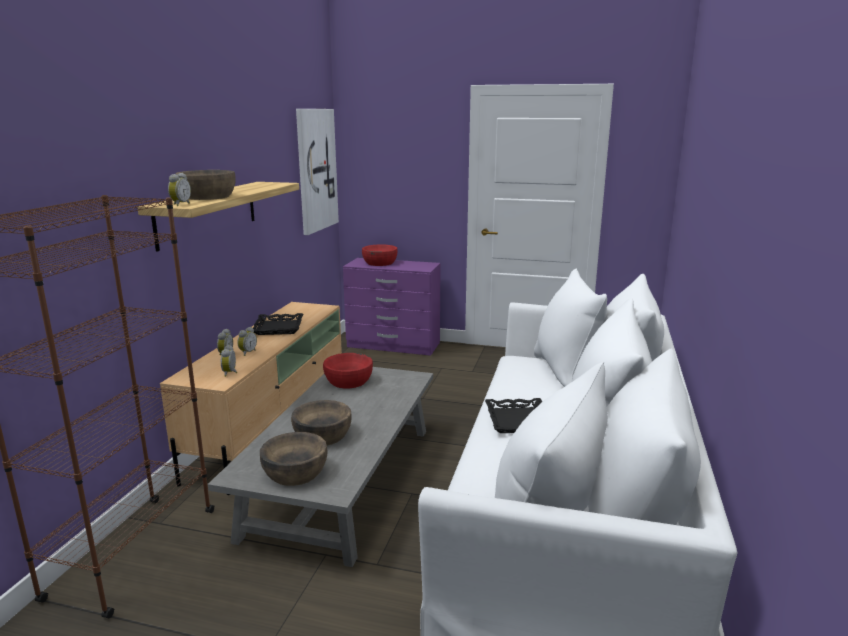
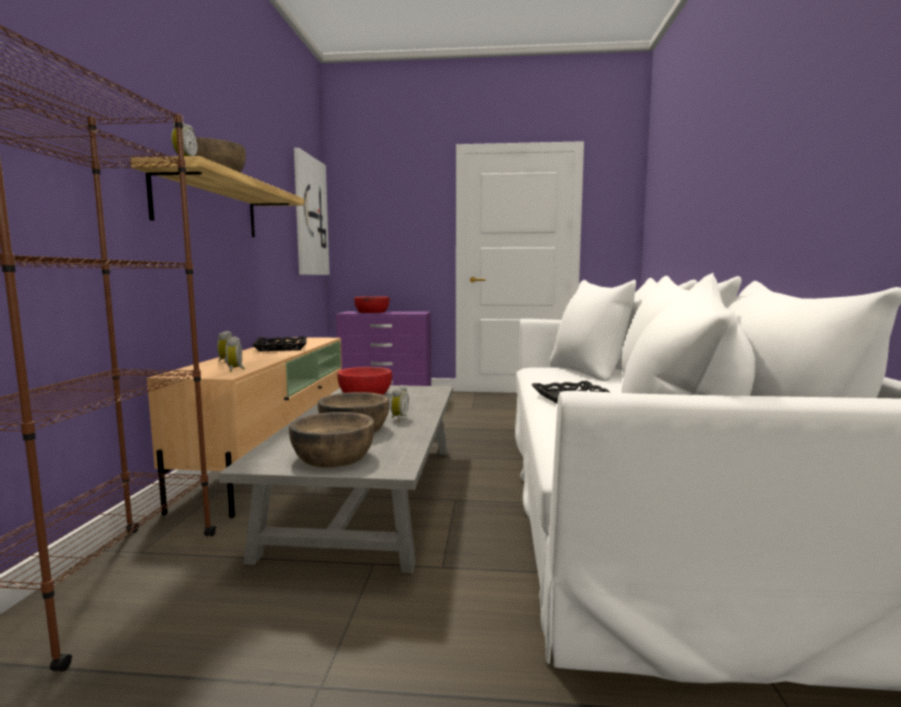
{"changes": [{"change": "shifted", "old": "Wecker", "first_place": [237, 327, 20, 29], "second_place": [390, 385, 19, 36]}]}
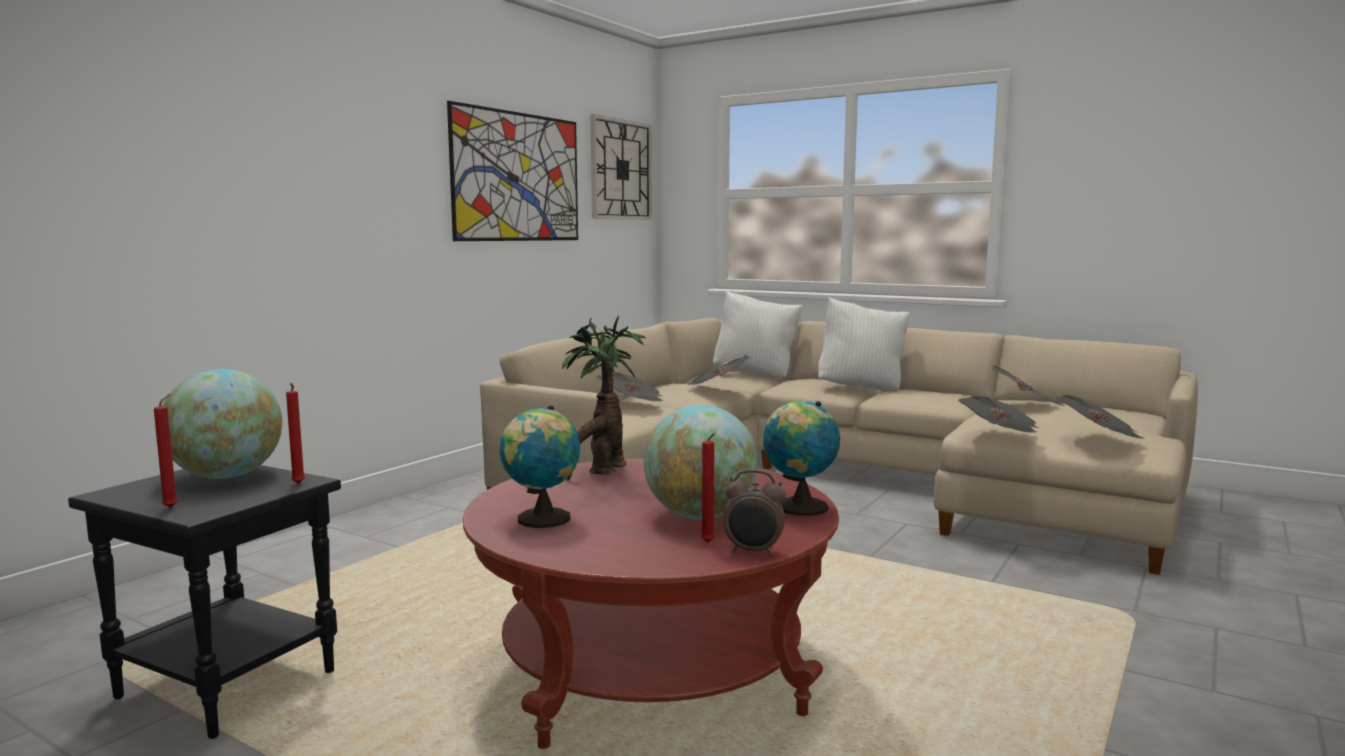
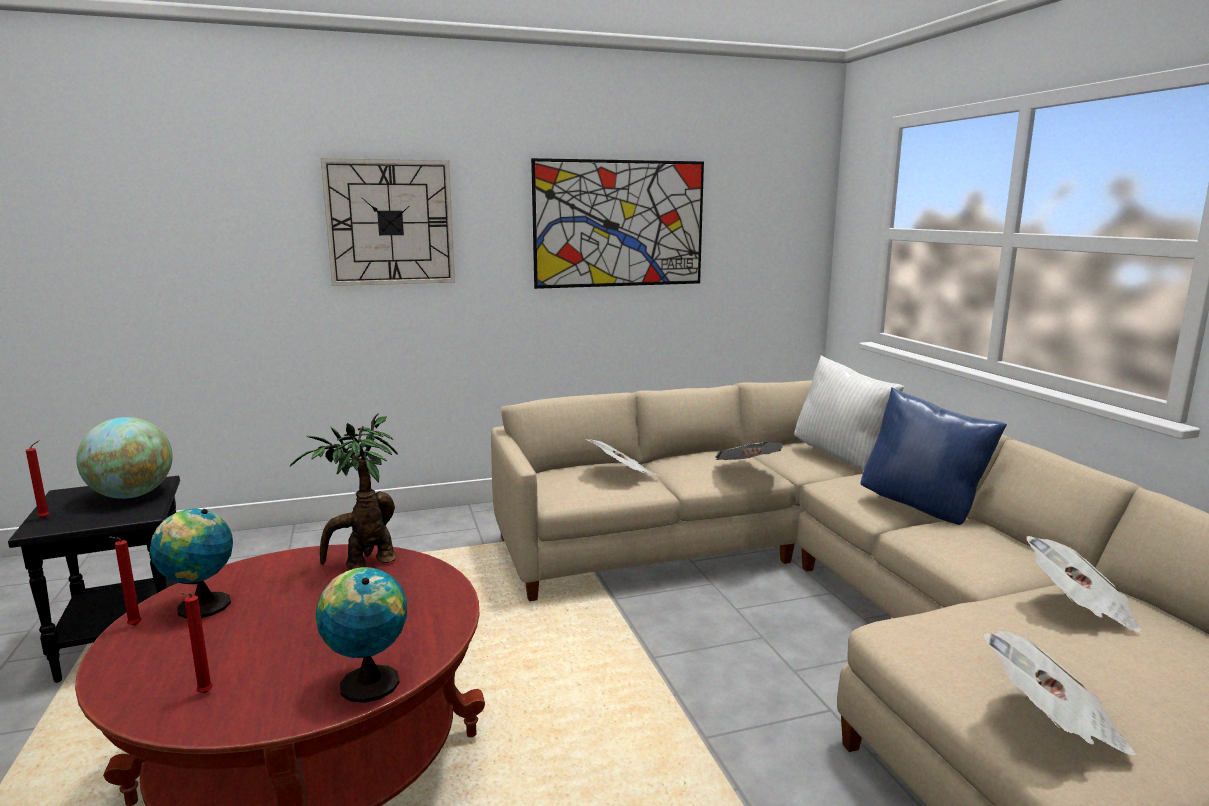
{"changes": [{"change": "shifted", "old": "Wanduhr", "first_place": [590, 114, 62, 106], "second_place": [321, 158, 134, 128]}, {"change": "repainted", "old": "Kissen/weiß", "new": "Kissen/blau", "first_place": [818, 297, 92, 94], "second_place": [860, 387, 147, 138]}, {"change": "shifted", "old": "Kerze/rot", "first_place": [286, 383, 19, 101], "second_place": [109, 537, 33, 89]}, {"change": "gone", "old": "Zeitung", "first_place": [958, 396, 80, 37]}, {"change": "gone", "old": "Globus", "first_place": [644, 405, 114, 115]}, {"change": "gone", "old": "Wecker", "first_place": [723, 469, 63, 87]}]}
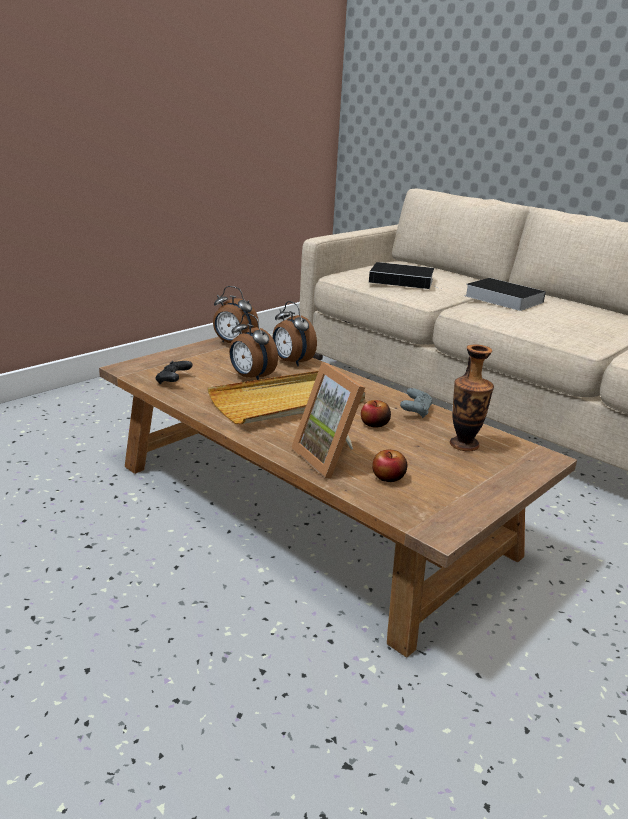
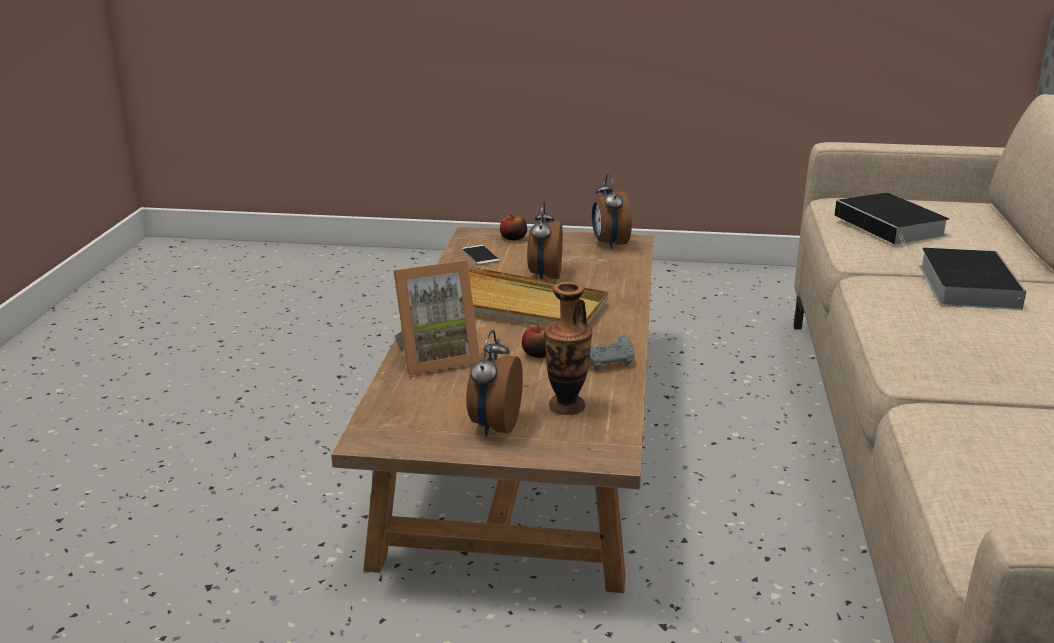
{"changes": [{"change": "shifted", "old": "Wecker", "first_place": [272, 301, 45, 65], "second_place": [466, 330, 57, 106]}, {"change": "swapped", "old": "Gamepad/schwarz", "new": "Handy", "first_place": [156, 361, 36, 23], "second_place": [461, 245, 39, 20]}, {"change": "rotated", "old": "Bilderrahmen", "first_place": [291, 362, 74, 116], "second_place": [394, 260, 86, 115], "degrees": -135}, {"change": "shifted", "old": "Apfel", "first_place": [372, 450, 35, 32], "second_place": [500, 215, 27, 25]}]}
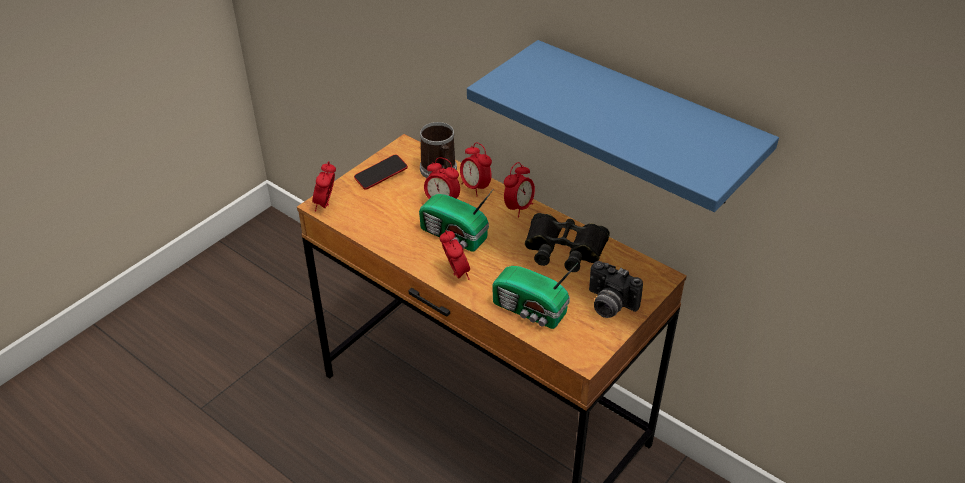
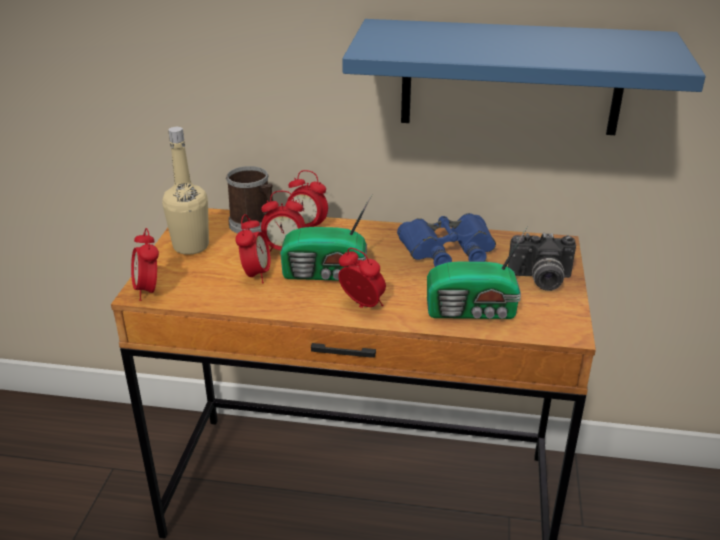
{"changes": [{"change": "swapped", "old": "Handy", "new": "Flasche/beige", "first_place": [354, 154, 54, 36], "second_place": [162, 127, 47, 128]}, {"change": "shifted", "old": "Wecker", "first_place": [504, 162, 31, 55], "second_place": [235, 214, 35, 69]}, {"change": "repainted", "old": "Fernglas/schwarz", "new": "Fernglas/blau", "first_place": [525, 213, 85, 59], "second_place": [397, 213, 99, 54]}]}
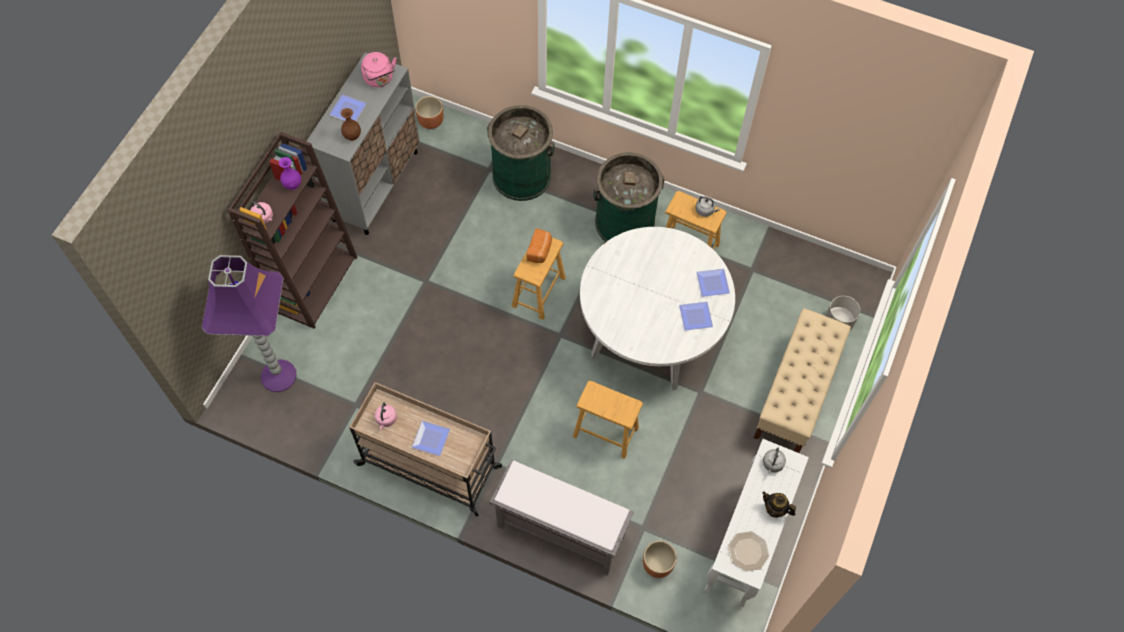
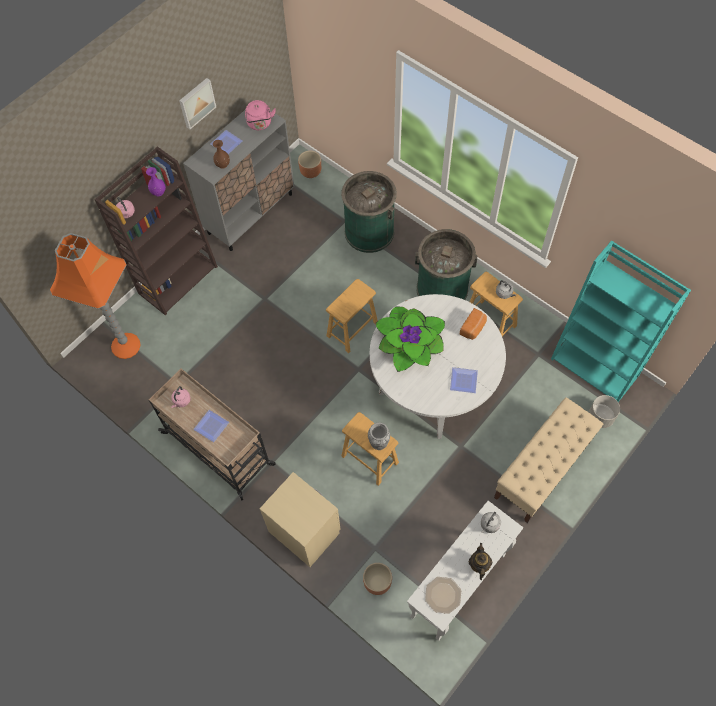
{"changes": [{"change": "shifted", "old": "Brot", "first_place": [526, 228, 26, 35], "second_place": [460, 308, 27, 32]}, {"change": "repainted", "old": "Stehlampe/lila", "new": "Stehlampe/orange", "first_place": [202, 255, 95, 137], "second_place": [50, 233, 91, 126]}, {"change": "gone", "old": "Teller", "first_place": [696, 269, 34, 28]}, {"change": "swapped", "old": "Bank/grau", "new": "Nachttisch/beige", "first_place": [490, 460, 144, 115], "second_place": [260, 472, 80, 95]}, {"change": "rotated", "old": "Teekanne", "first_place": [762, 491, 34, 27], "second_place": [468, 543, 24, 37], "degrees": 45}, {"change": "new", "new": "Bild", "second_place": [179, 78, 37, 51]}, {"change": "new", "new": "Bücherregal/türkis", "second_place": [551, 240, 140, 162]}, {"change": "new", "new": "Topfpflanze", "second_place": [376, 306, 69, 66]}, {"change": "new", "new": "Vase", "second_place": [368, 423, 22, 27]}]}
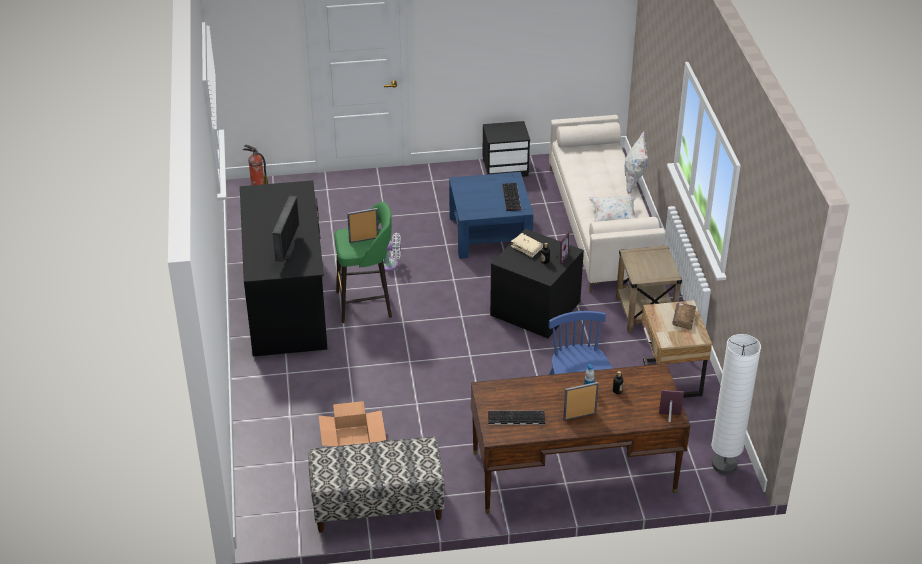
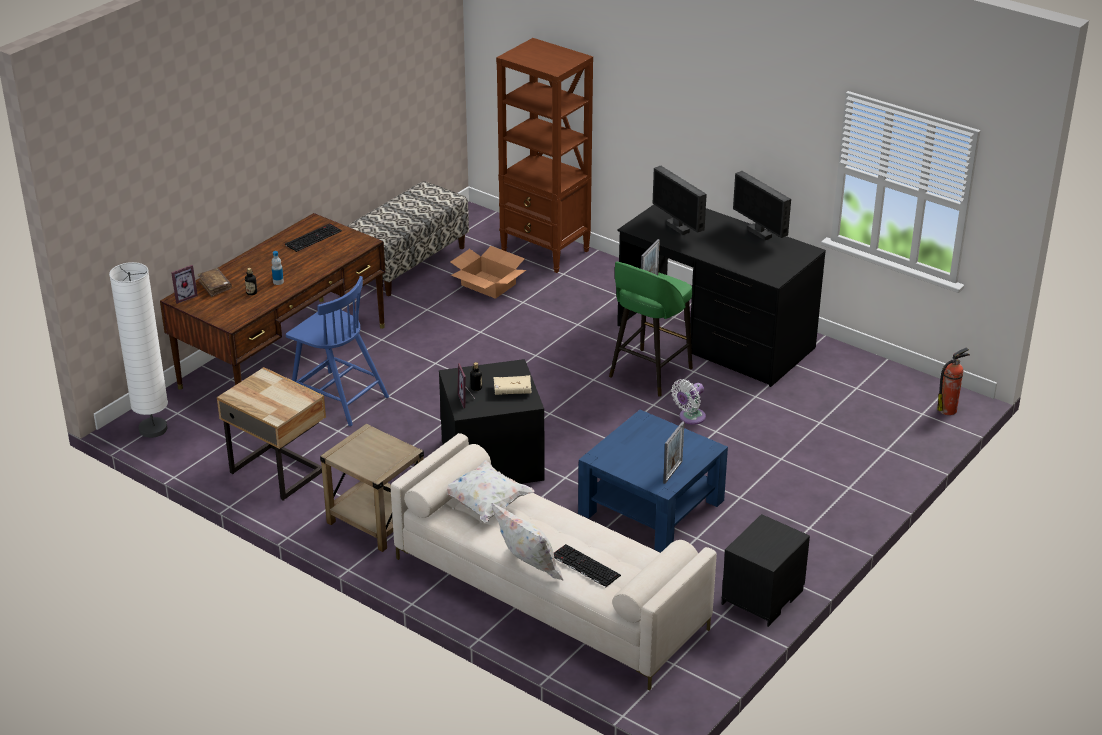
{"changes": [{"change": "shifted", "old": "Tastatur", "first_place": [502, 183, 19, 28], "second_place": [554, 544, 67, 43]}, {"change": "shifted", "old": "Buch/braun", "first_place": [672, 303, 24, 27], "second_place": [197, 268, 35, 29]}, {"change": "shifted", "old": "Bilderrahmen", "first_place": [563, 382, 36, 39], "second_place": [663, 421, 21, 63]}, {"change": "new", "new": "Bücherregal/braun", "second_place": [496, 38, 97, 235]}, {"change": "new", "new": "Monitor", "second_place": [733, 171, 58, 69]}]}
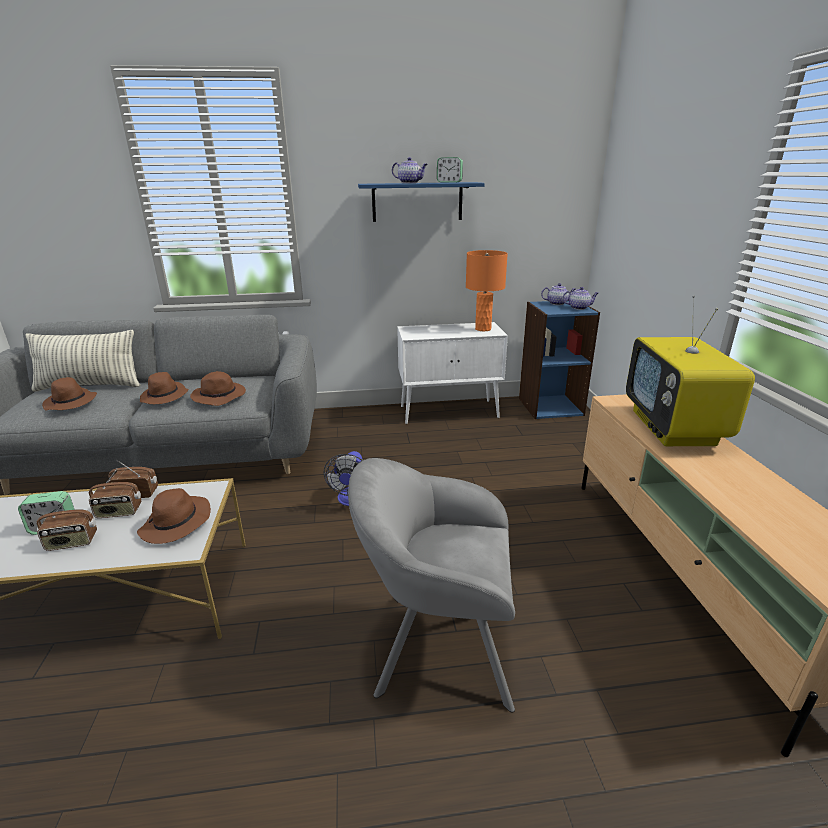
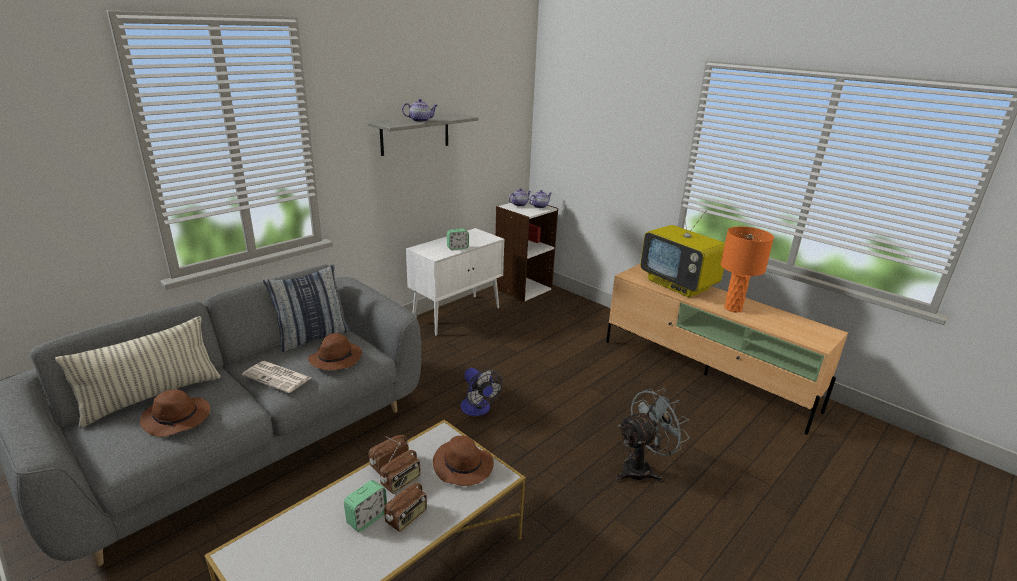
{"changes": [{"change": "shifted", "old": "Wecker", "first_place": [437, 157, 26, 26], "second_place": [447, 228, 22, 22]}, {"change": "repainted", "old": "Wandregal/blau", "new": "Wandregal/grau", "first_place": [358, 182, 127, 40], "second_place": [368, 113, 111, 43]}, {"change": "shifted", "old": "Tischlampe/orange", "first_place": [466, 250, 42, 81], "second_place": [721, 226, 53, 87]}, {"change": "repainted", "old": "Bücherregal/blau", "new": "Bücherregal/weiß", "first_place": [519, 301, 81, 118], "second_place": [495, 200, 63, 102]}, {"change": "swapped", "old": "Hut/braun", "new": "Zeitung", "first_place": [140, 372, 49, 32], "second_place": [242, 361, 69, 32]}, {"change": "swapped", "old": "Sessel/grau", "new": "Ventilator/grau", "first_place": [348, 458, 167, 255], "second_place": [616, 388, 74, 94]}, {"change": "new", "new": "Kissen", "second_place": [263, 264, 87, 88]}]}
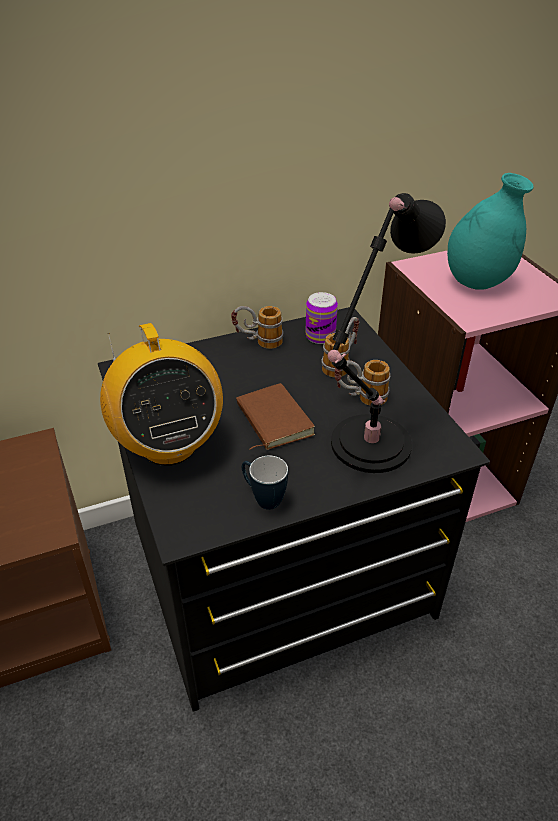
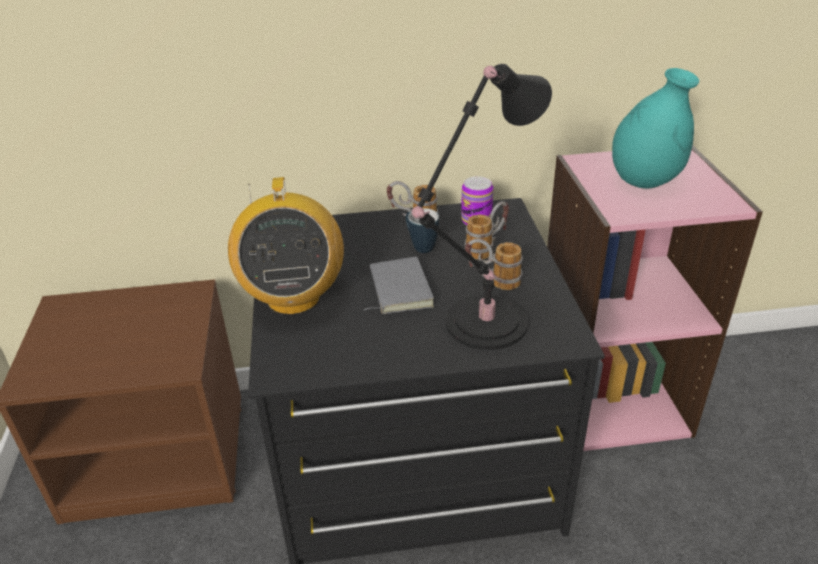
{"changes": [{"change": "repainted", "old": "Buch/braun", "new": "Buch/grau", "first_place": [236, 383, 79, 67], "second_place": [364, 257, 70, 57]}, {"change": "shifted", "old": "Henkelbecher", "first_place": [242, 455, 46, 55], "second_place": [406, 208, 33, 45]}]}
